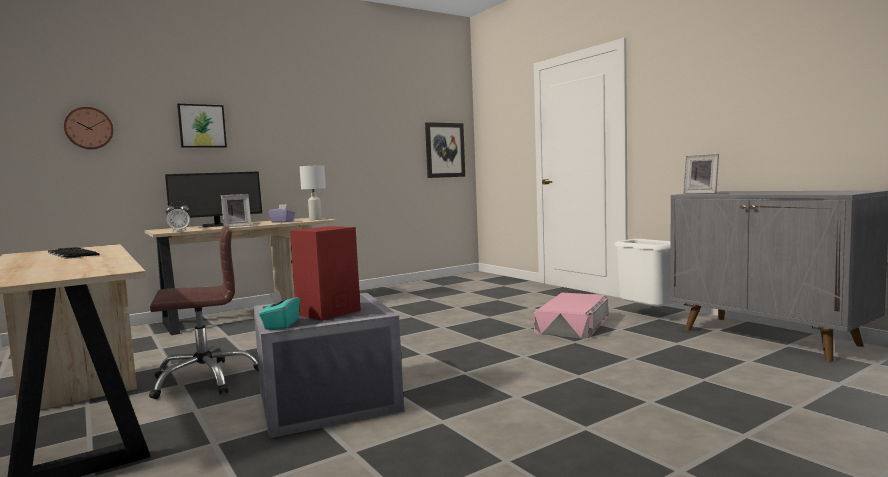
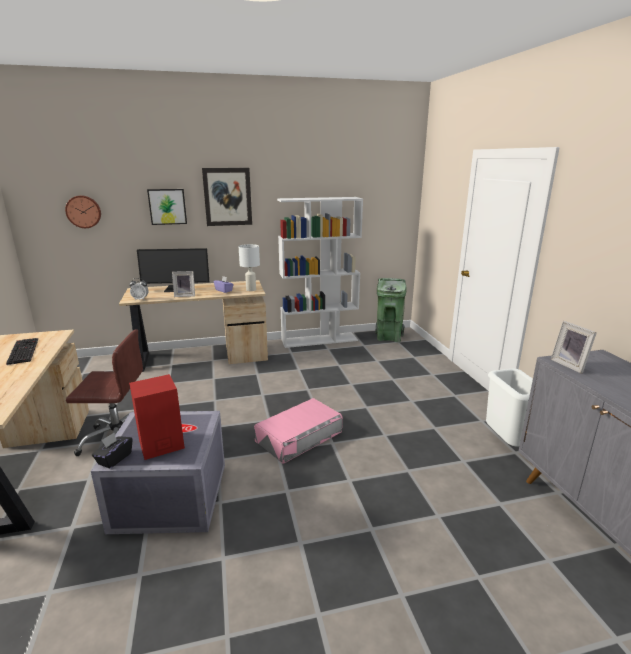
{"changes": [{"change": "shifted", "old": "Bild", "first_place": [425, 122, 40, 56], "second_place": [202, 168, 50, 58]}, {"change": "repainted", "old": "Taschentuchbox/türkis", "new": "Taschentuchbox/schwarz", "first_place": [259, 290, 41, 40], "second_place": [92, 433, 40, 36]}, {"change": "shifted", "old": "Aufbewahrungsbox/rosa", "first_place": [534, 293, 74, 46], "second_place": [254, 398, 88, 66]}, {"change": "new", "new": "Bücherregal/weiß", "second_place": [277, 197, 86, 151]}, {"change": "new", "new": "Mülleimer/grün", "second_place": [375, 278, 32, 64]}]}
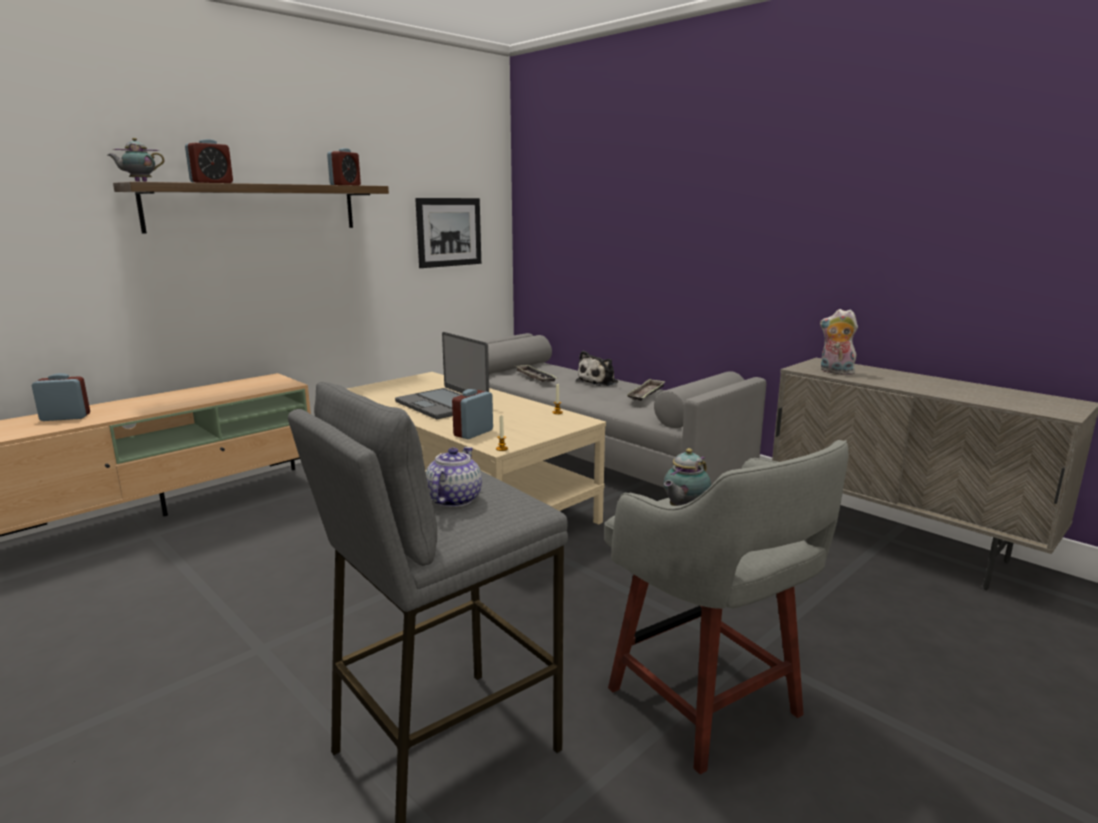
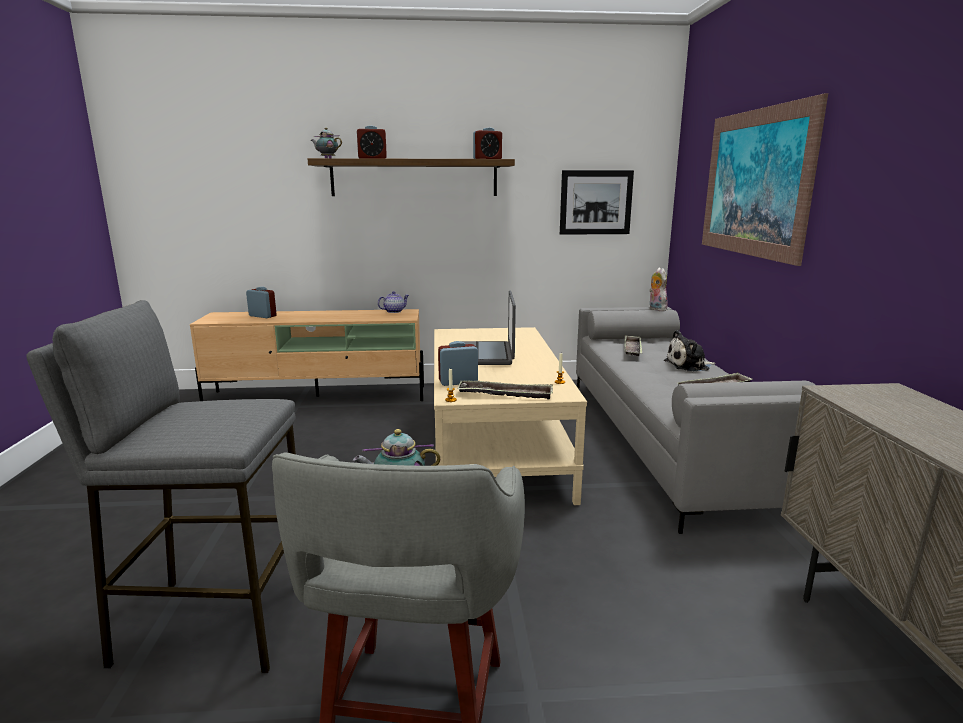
{"changes": [{"change": "shifted", "old": "Plüschtier", "first_place": [820, 309, 38, 66], "second_place": [649, 268, 19, 43]}, {"change": "shifted", "old": "Teekanne", "first_place": [426, 447, 56, 60], "second_place": [378, 291, 31, 22]}, {"change": "new", "new": "Bild", "second_place": [702, 93, 126, 173]}, {"change": "new", "new": "Tablett", "second_place": [457, 381, 96, 19]}]}
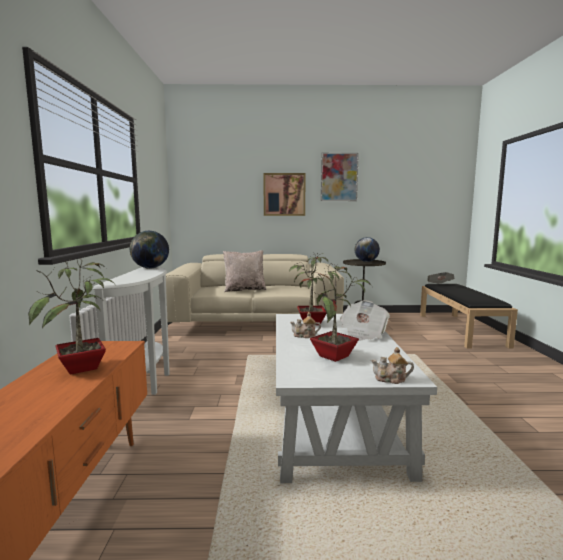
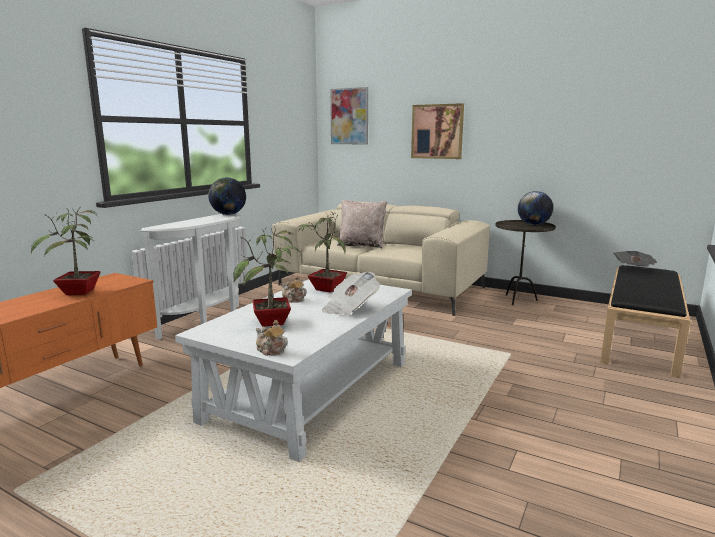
{"changes": [{"change": "shifted", "old": "Bild", "first_place": [321, 153, 38, 48], "second_place": [330, 87, 38, 57]}]}
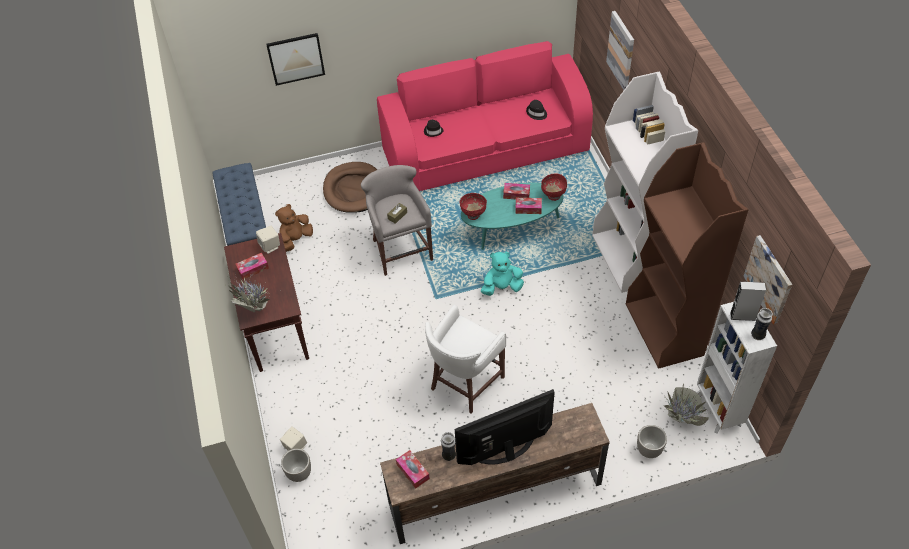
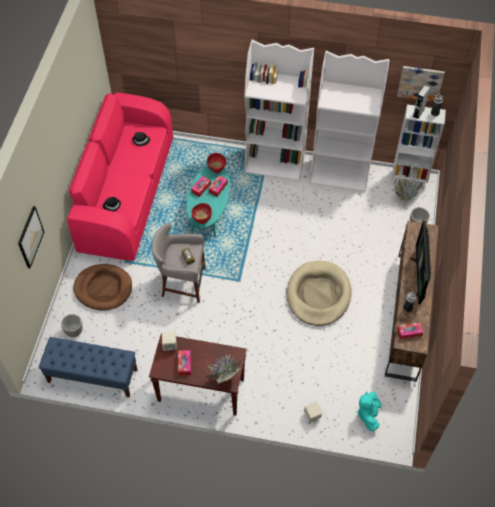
{"changes": [{"change": "gone", "old": "Bild", "first_place": [606, 11, 28, 79]}, {"change": "repainted", "old": "Bücherregal/braun", "new": "Bücherregal/weiß", "first_place": [626, 142, 122, 226], "second_place": [310, 51, 80, 141]}, {"change": "gone", "old": "Plüschtier/braun", "first_place": [275, 204, 38, 48]}, {"change": "shifted", "old": "Plüschtier/türkis", "first_place": [481, 252, 43, 44], "second_place": [357, 392, 25, 39]}, {"change": "swapped", "old": "Hocker/weiß", "new": "Hundebett/beige", "first_place": [425, 305, 81, 109], "second_place": [287, 261, 65, 65]}, {"change": "shifted", "old": "Pflanzkübel", "first_place": [281, 449, 30, 33], "second_place": [61, 314, 22, 23]}]}
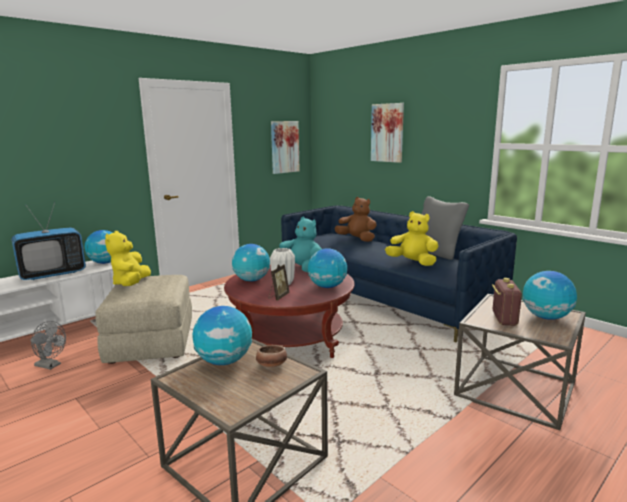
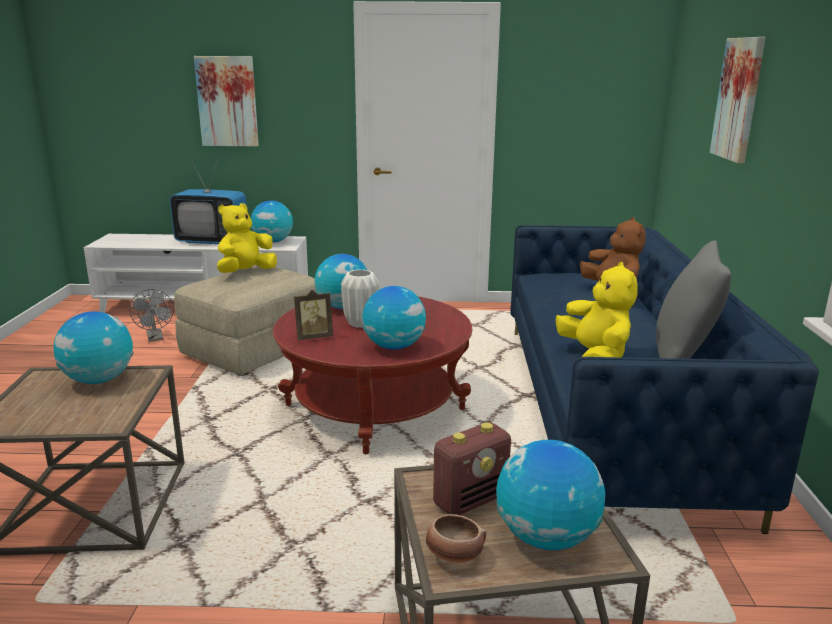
{"changes": [{"change": "shifted", "old": "Bild", "first_place": [271, 121, 29, 53], "second_place": [194, 56, 65, 90]}, {"change": "gone", "old": "Plüschtier/türkis", "first_place": [279, 217, 43, 55]}, {"change": "shifted", "old": "Schüssel", "first_place": [256, 345, 31, 23], "second_place": [426, 514, 60, 49]}]}
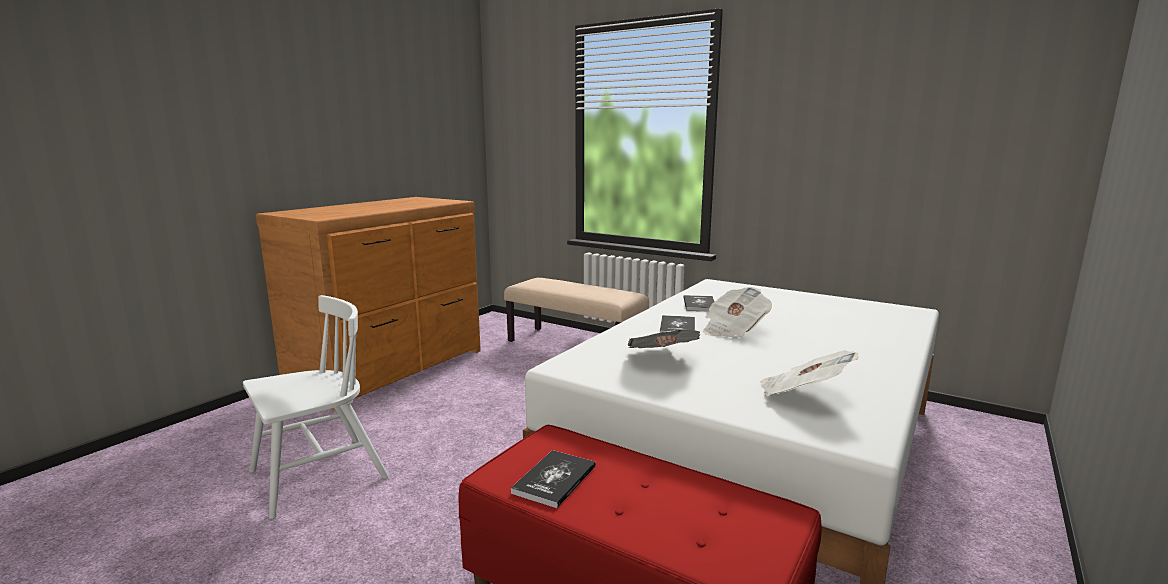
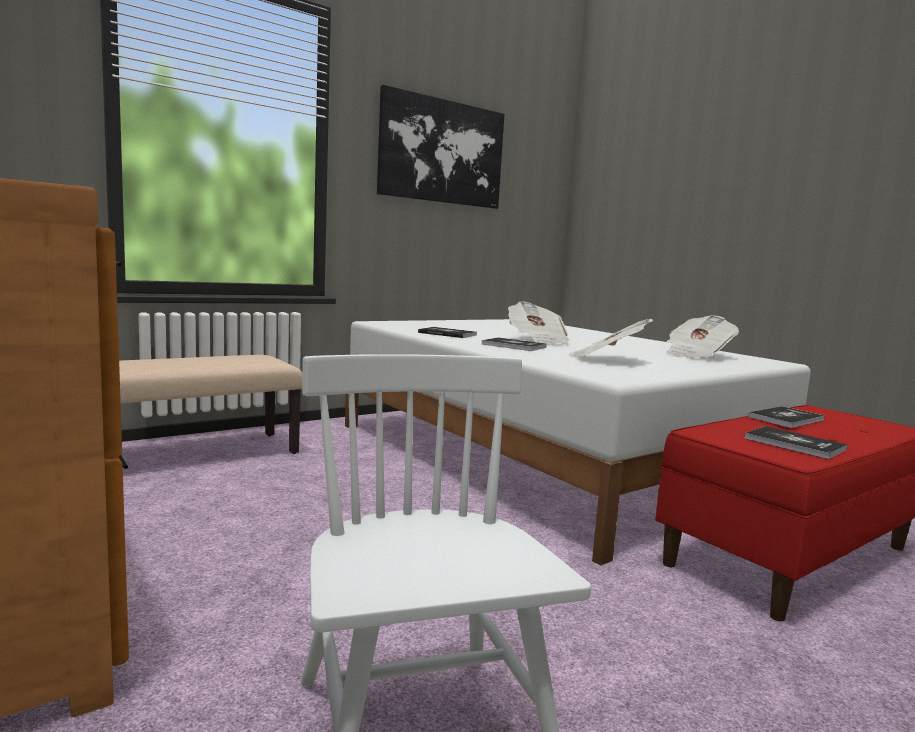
{"changes": [{"change": "new", "new": "Bild", "second_place": [377, 85, 128, 124]}, {"change": "new", "new": "Buch", "second_place": [748, 406, 76, 22]}]}
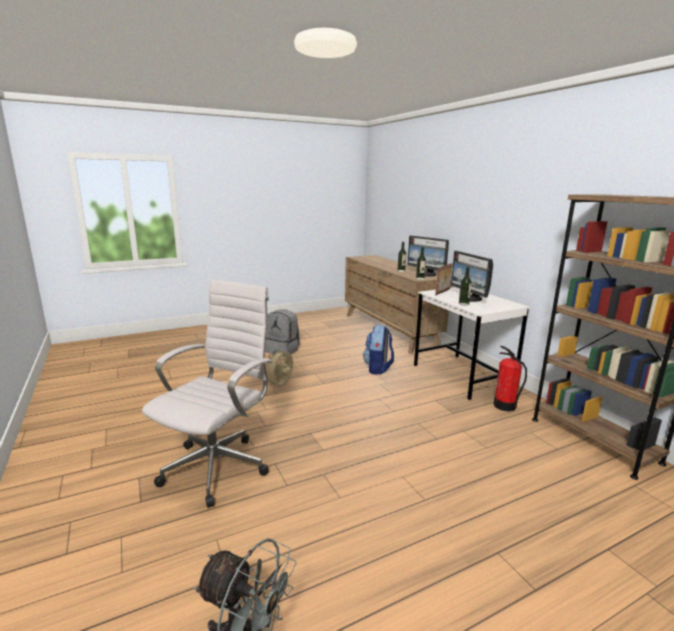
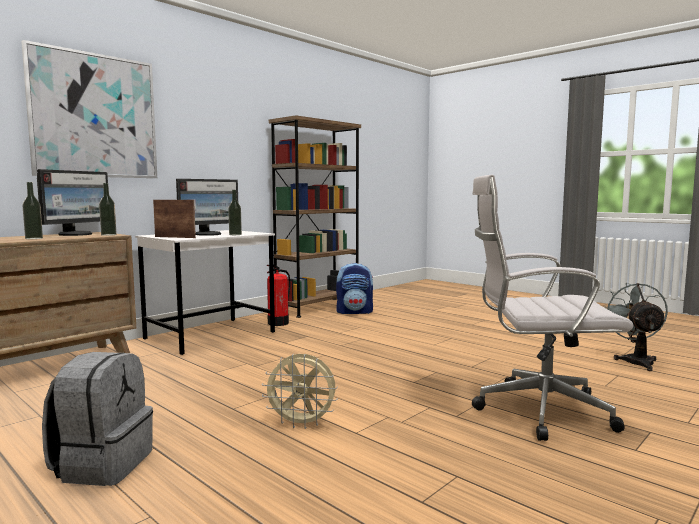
{"changes": [{"change": "shifted", "old": "Rucksack", "first_place": [363, 324, 31, 50], "second_place": [336, 263, 37, 51]}, {"change": "new", "new": "Bild", "second_place": [21, 40, 136, 138]}]}
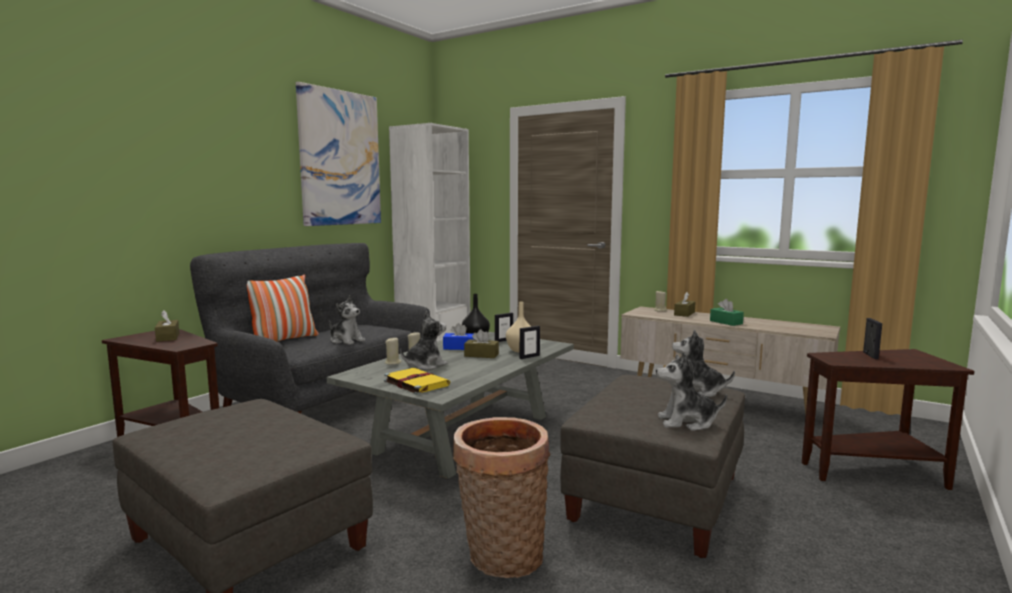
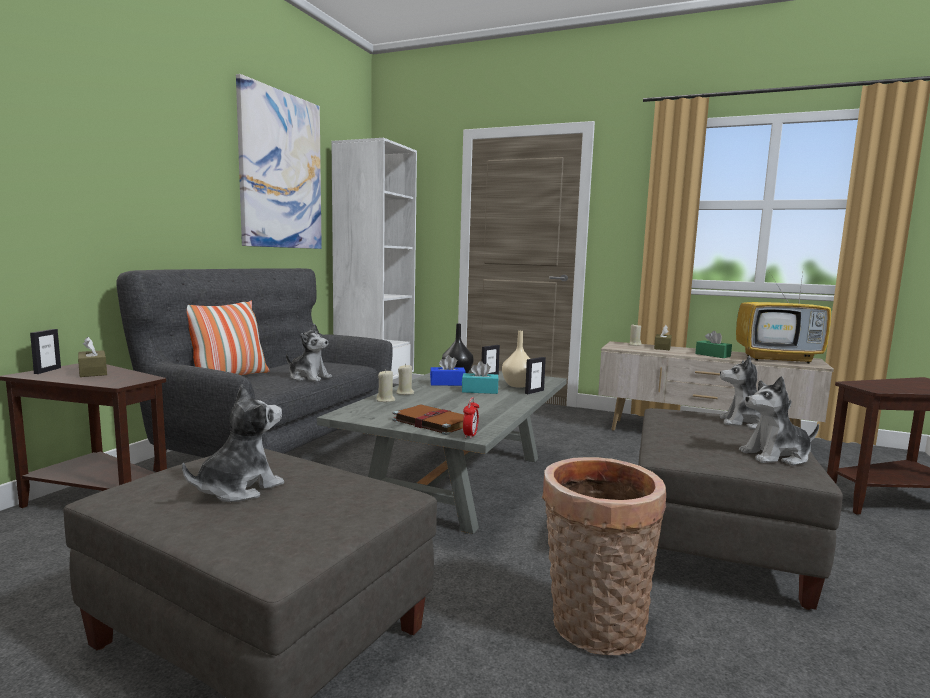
{"changes": [{"change": "shifted", "old": "Plüschtier", "first_place": [400, 311, 47, 59], "second_place": [182, 384, 102, 118]}, {"change": "shifted", "old": "Bilderrahmen", "first_place": [863, 318, 19, 41], "second_place": [30, 329, 31, 45]}, {"change": "repainted", "old": "Taschentuchbox/braun", "new": "Taschentuchbox/türkis", "first_place": [464, 329, 35, 29], "second_place": [462, 361, 36, 33]}, {"change": "repainted", "old": "Buch/gelb", "new": "Buch/braun", "first_place": [384, 368, 66, 27], "second_place": [392, 405, 72, 30]}, {"change": "new", "new": "Fernseher", "second_place": [736, 266, 95, 98]}, {"change": "new", "new": "Wecker", "second_place": [463, 397, 16, 42]}]}
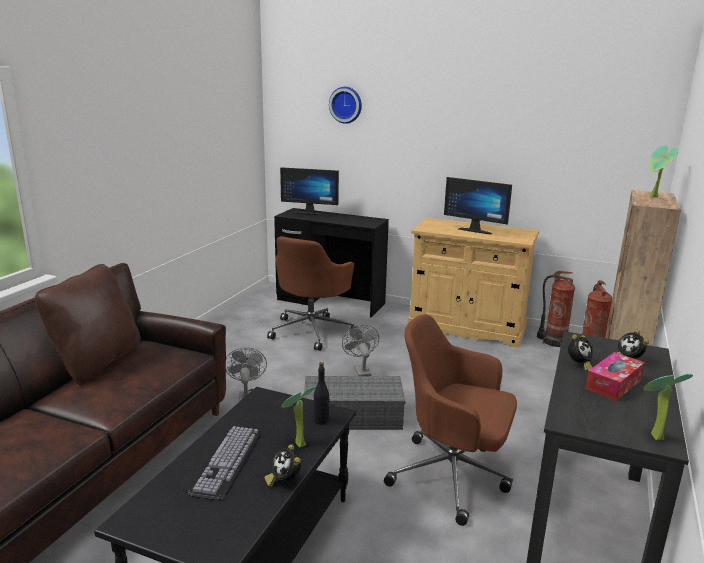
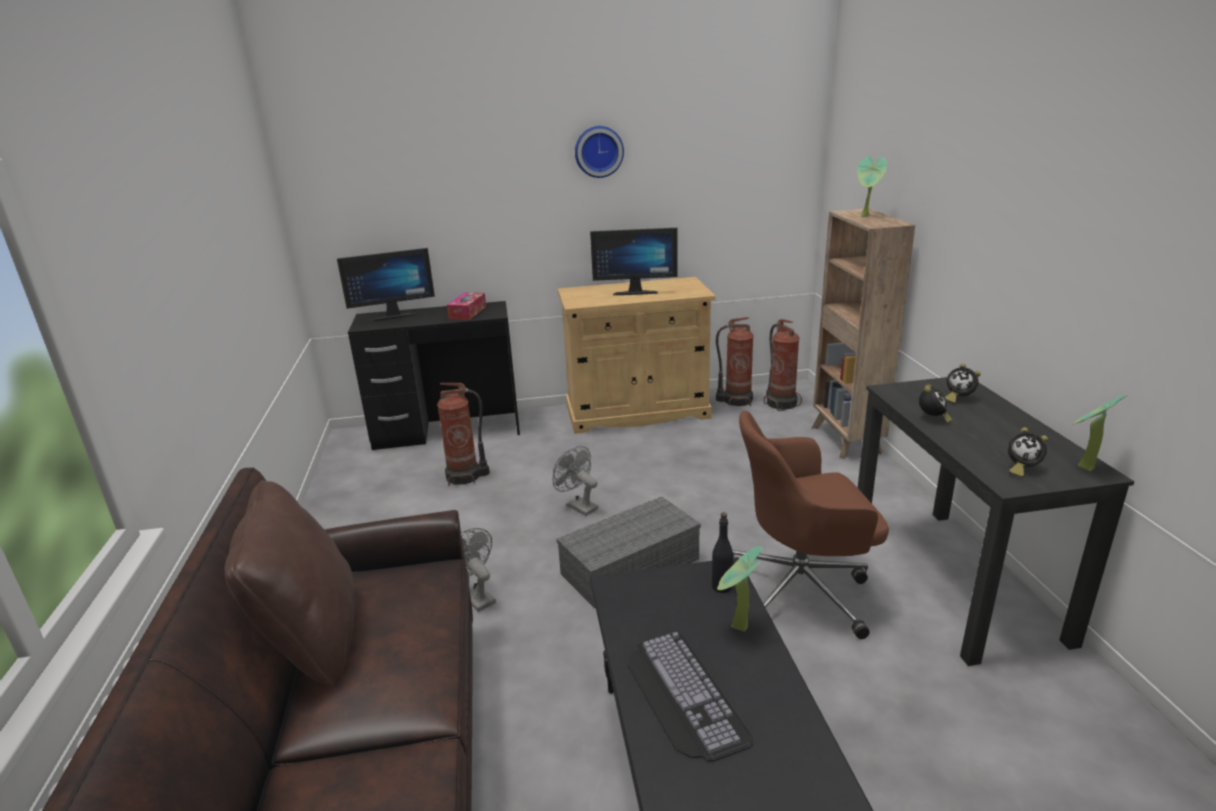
{"changes": [{"change": "shifted", "old": "Wanduhr", "first_place": [329, 87, 33, 37], "second_place": [575, 126, 49, 52]}, {"change": "swapped", "old": "Bürostuhl/braun", "new": "Feuerlöscher", "first_place": [267, 236, 91, 115], "second_place": [437, 383, 53, 103]}, {"change": "shifted", "old": "Taschentuchbox", "first_place": [586, 352, 59, 49], "second_place": [447, 292, 39, 28]}, {"change": "shifted", "old": "Wecker", "first_place": [265, 444, 36, 43], "second_place": [1008, 427, 40, 50]}]}
